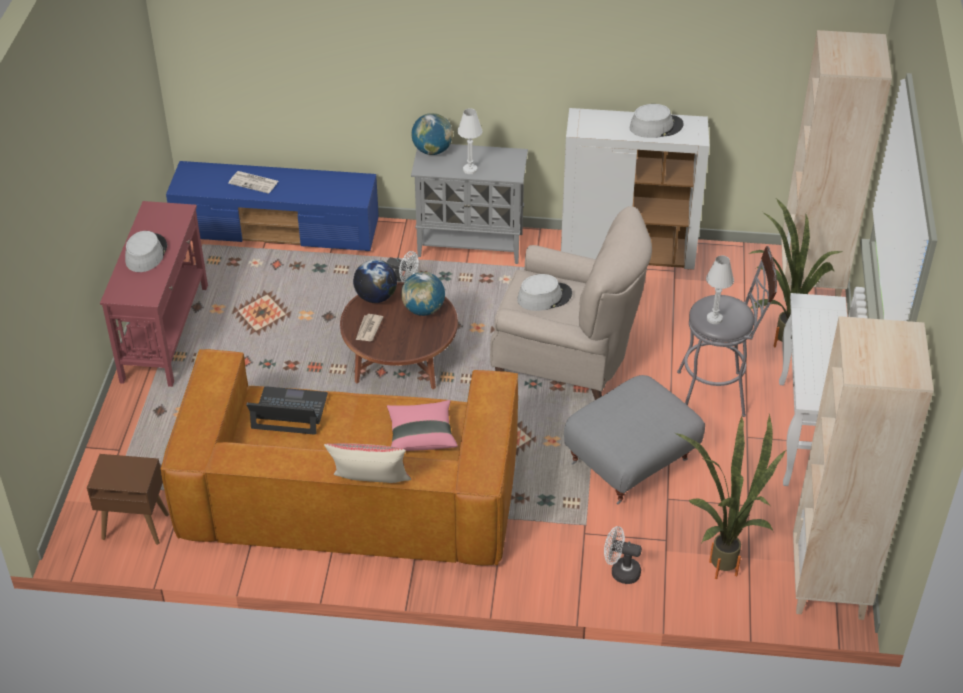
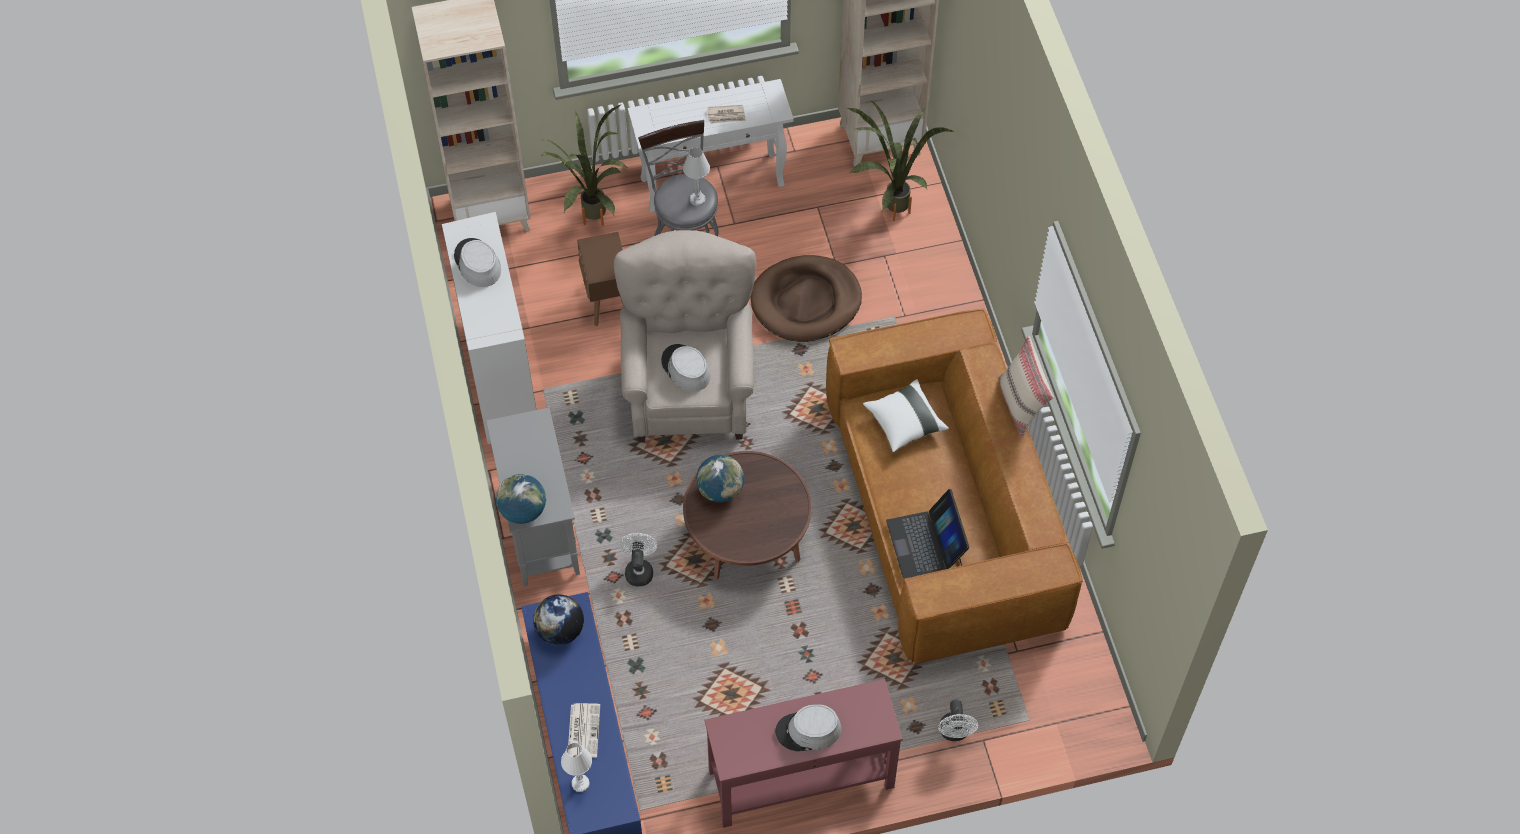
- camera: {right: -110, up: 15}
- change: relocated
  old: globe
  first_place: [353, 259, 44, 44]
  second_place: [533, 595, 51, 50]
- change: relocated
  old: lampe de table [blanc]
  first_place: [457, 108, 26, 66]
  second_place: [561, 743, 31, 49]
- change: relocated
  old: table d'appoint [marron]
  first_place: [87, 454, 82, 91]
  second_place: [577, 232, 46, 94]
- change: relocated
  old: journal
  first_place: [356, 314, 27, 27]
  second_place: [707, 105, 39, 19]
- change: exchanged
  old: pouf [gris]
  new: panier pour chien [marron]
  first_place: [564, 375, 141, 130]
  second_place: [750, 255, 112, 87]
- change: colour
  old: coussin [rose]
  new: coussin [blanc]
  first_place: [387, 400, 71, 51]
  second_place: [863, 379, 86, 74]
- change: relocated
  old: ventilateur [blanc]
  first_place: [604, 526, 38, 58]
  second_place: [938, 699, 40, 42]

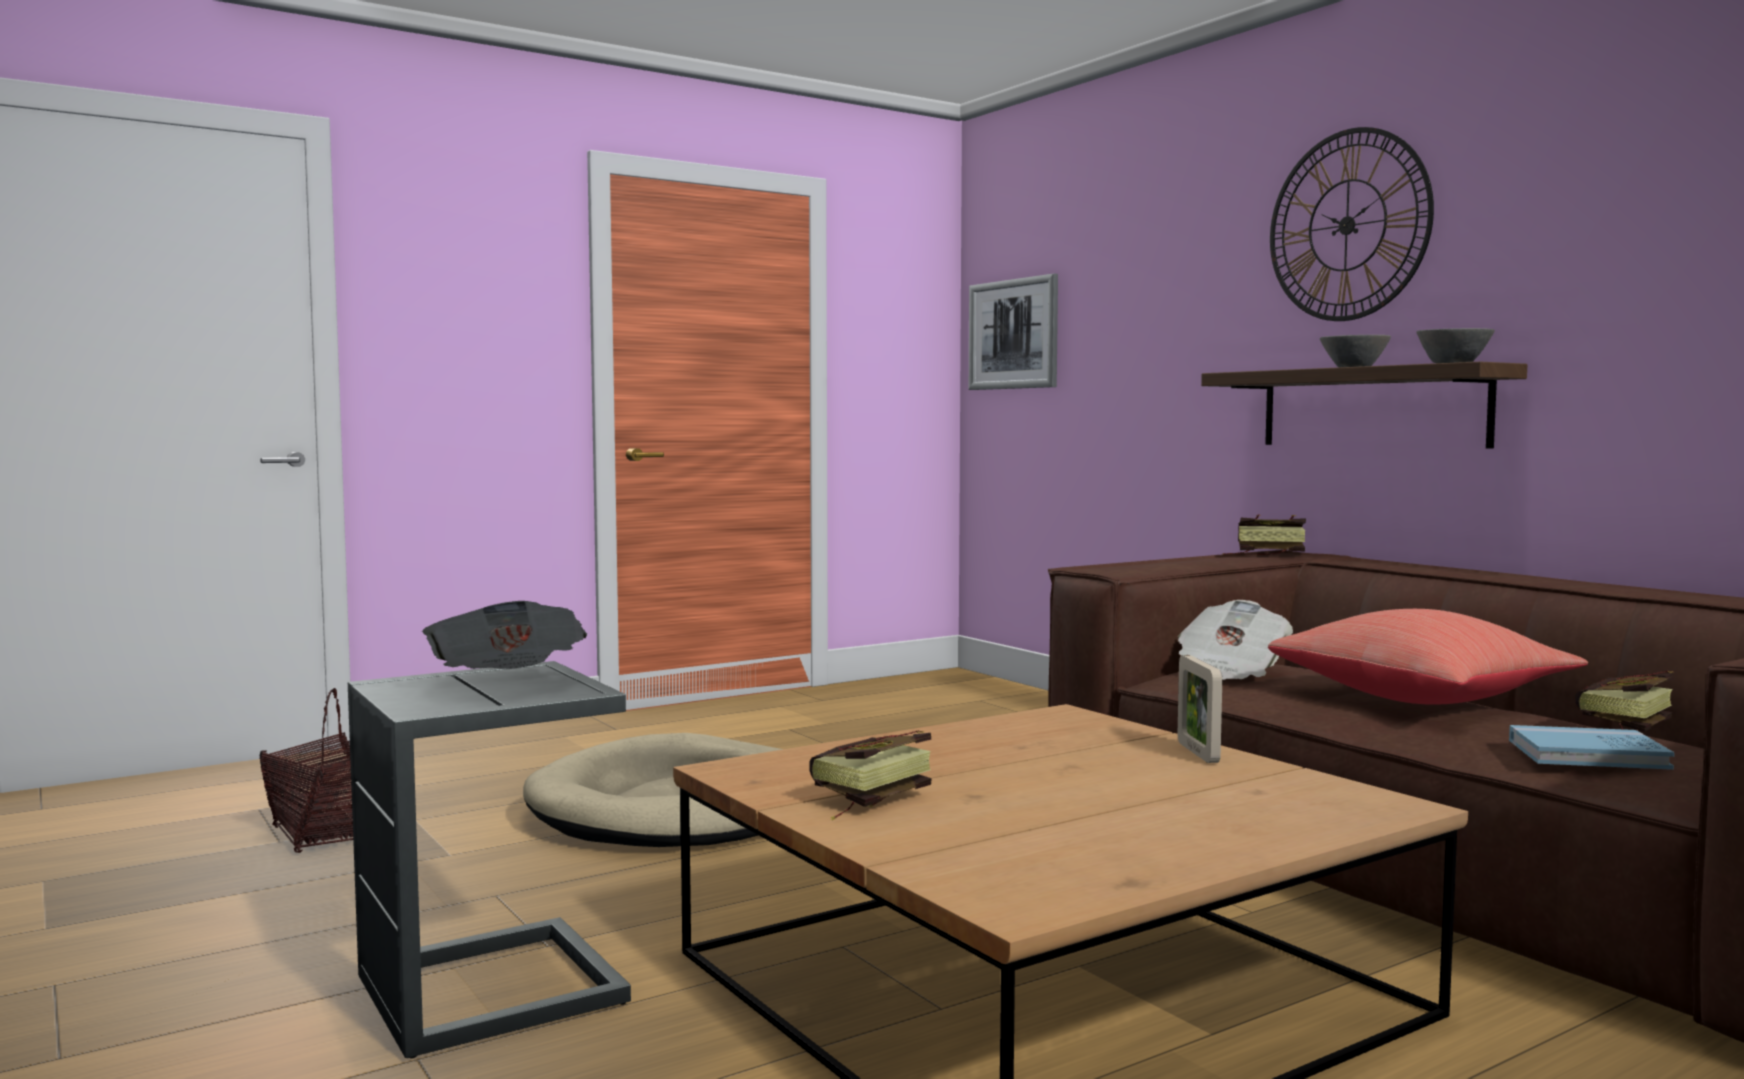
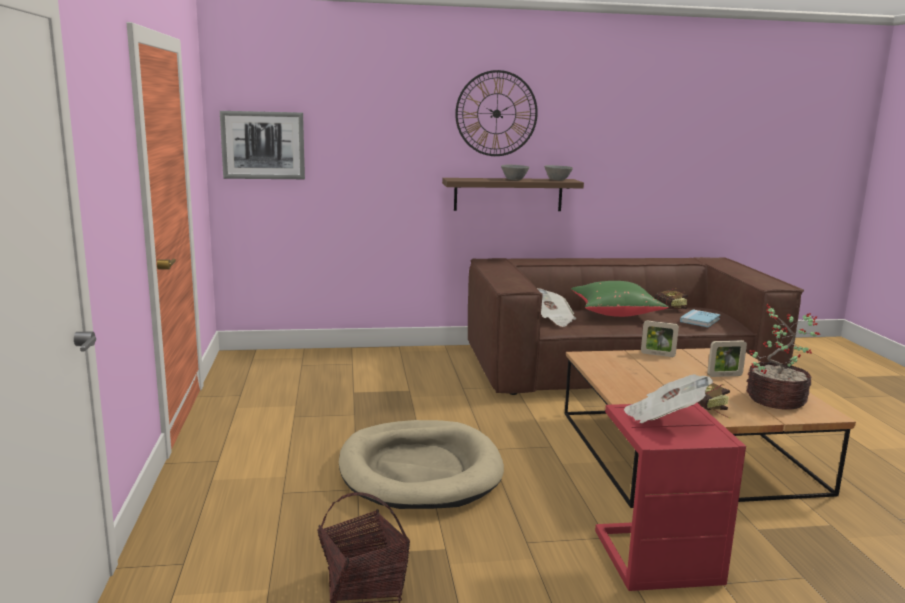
- camera: {right: -65, up: 10}
- change: colour
  old: coussin [rouge]
  new: coussin [vert]
  first_place: [1268, 609, 320, 96]
  second_place: [571, 281, 98, 36]
- change: colour
  old: table d'appoint [gris]
  new: table d'appoint [rouge]
  first_place: [348, 661, 283, 397]
  second_place: [595, 403, 151, 188]
- change: appeared
  new: cadre photo
  second_place: [707, 340, 40, 37]
- change: appeared
  new: plante en pot
  second_place: [747, 304, 73, 106]
- change: missing
  old: livre
  first_place: [1222, 514, 84, 41]

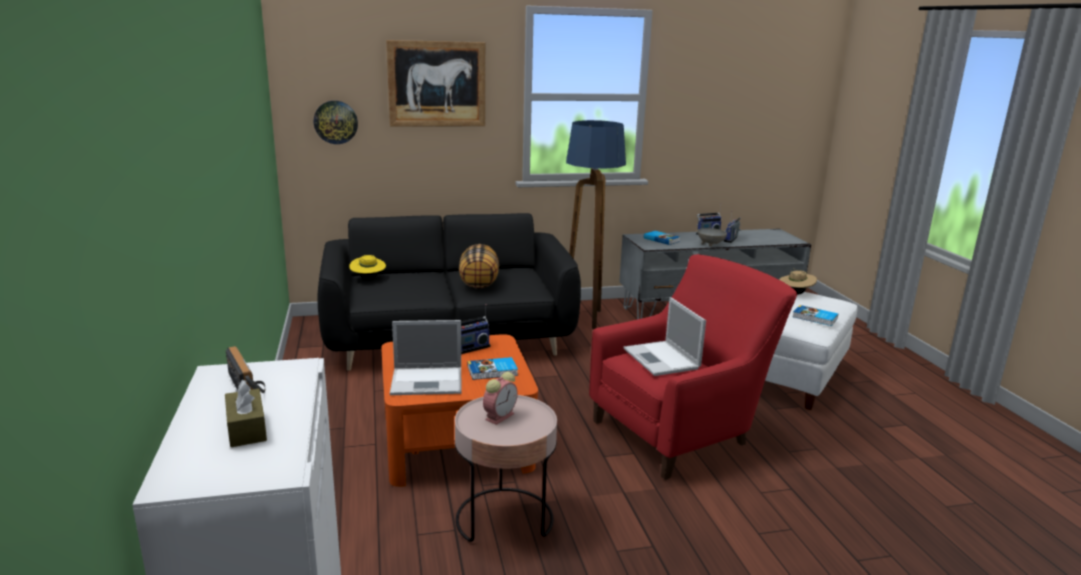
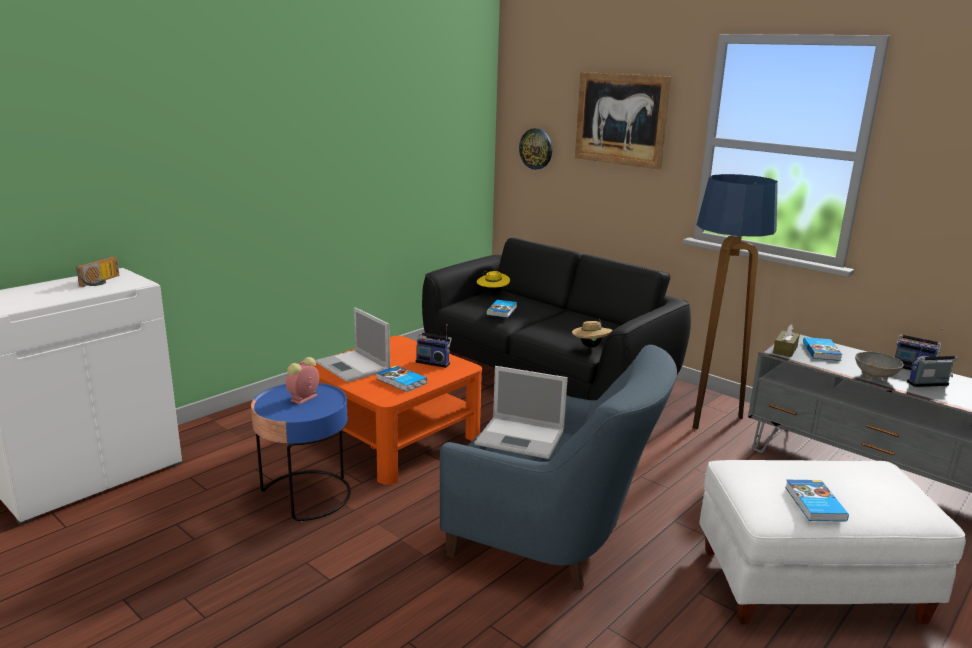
- camera: {right: 55, up: 0}
- change: colour
  old: table d'appoint [rose]
  new: table d'appoint [bleu]
  first_place: [455, 395, 102, 147]
  second_place: [251, 383, 100, 138]
- change: spun
  old: réveil
  first_place: [483, 372, 35, 53]
  second_place: [286, 357, 33, 48]
  degrees: 120
- change: colour
  old: fauteuil [rouge]
  new: fauteuil [bleu]
  first_place: [589, 254, 208, 226]
  second_place: [440, 345, 237, 245]
- change: spun
  old: ordinateur portable
  first_place: [624, 297, 82, 79]
  second_place: [474, 366, 94, 93]
  degrees: -105
- change: appeared
  new: livre
  second_place: [486, 300, 31, 18]
- change: relocated
  old: chapeau [beige]
  first_place: [779, 268, 38, 27]
  second_place: [572, 320, 41, 27]
- change: relocated
  old: boîte à mouchoirs [marron]
  first_place: [225, 380, 42, 67]
  second_place: [773, 324, 27, 33]
- change: missing
  old: coussin
  first_place: [459, 244, 40, 45]

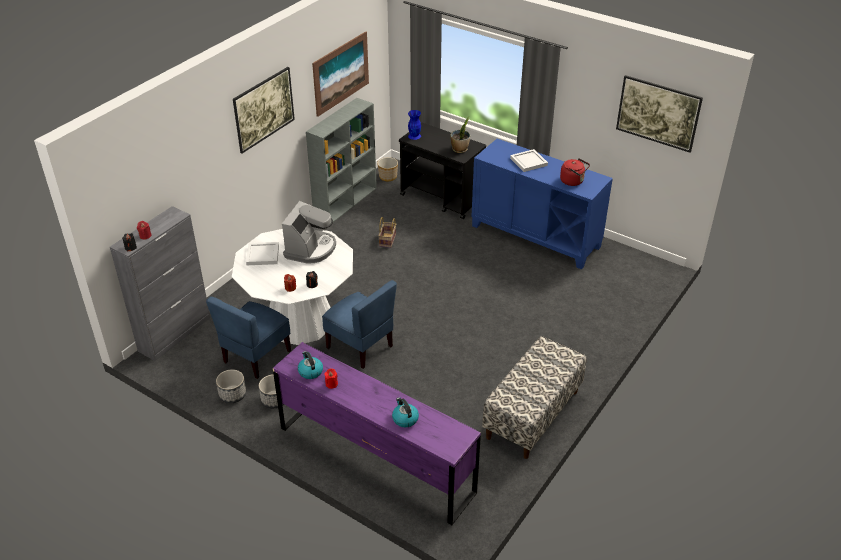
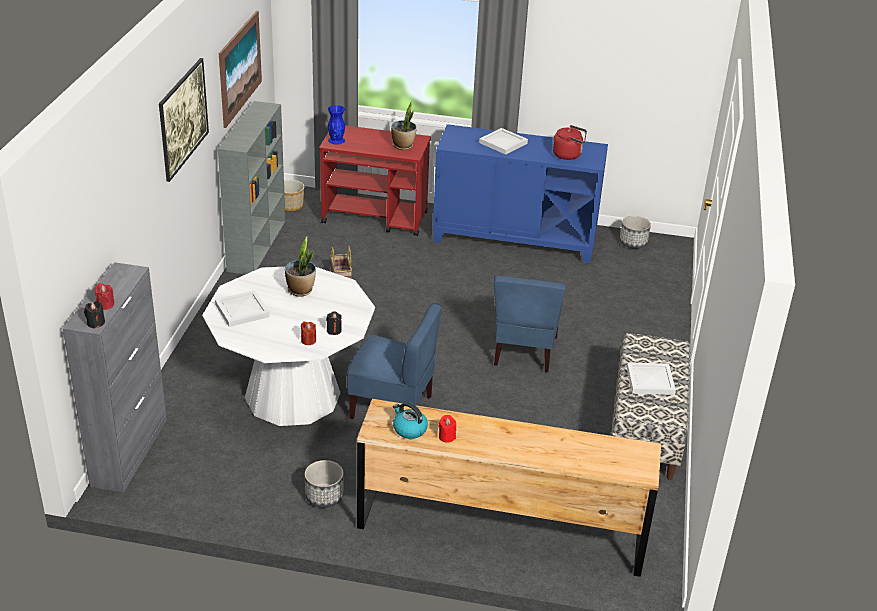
- camera: {right: -25, up: -5}
- change: exchanged
  old: machine à café
  new: plante en pot
  first_place: [282, 201, 54, 62]
  second_place: [285, 237, 31, 60]
- change: colour
  old: chariot [noir]
  new: chariot [rouge]
  first_place: [399, 123, 87, 96]
  second_place: [319, 125, 112, 111]
- change: colour
  old: commode [violet]
  new: commode [marron]
  first_place: [273, 342, 208, 183]
  second_place: [357, 399, 304, 178]
- change: relocated
  old: chaise [bleu]
  first_place: [206, 296, 85, 83]
  second_place: [494, 276, 72, 96]
- change: relocated
  old: cache-pot
  first_place: [216, 370, 30, 33]
  second_place: [620, 216, 31, 32]
- change: appeared
  new: plateau [blanc]
  second_place: [627, 362, 49, 33]
- change: missing
  old: bouilloire
  first_place: [392, 397, 27, 30]
- change: missing
  old: tableau
  first_place: [616, 75, 87, 78]

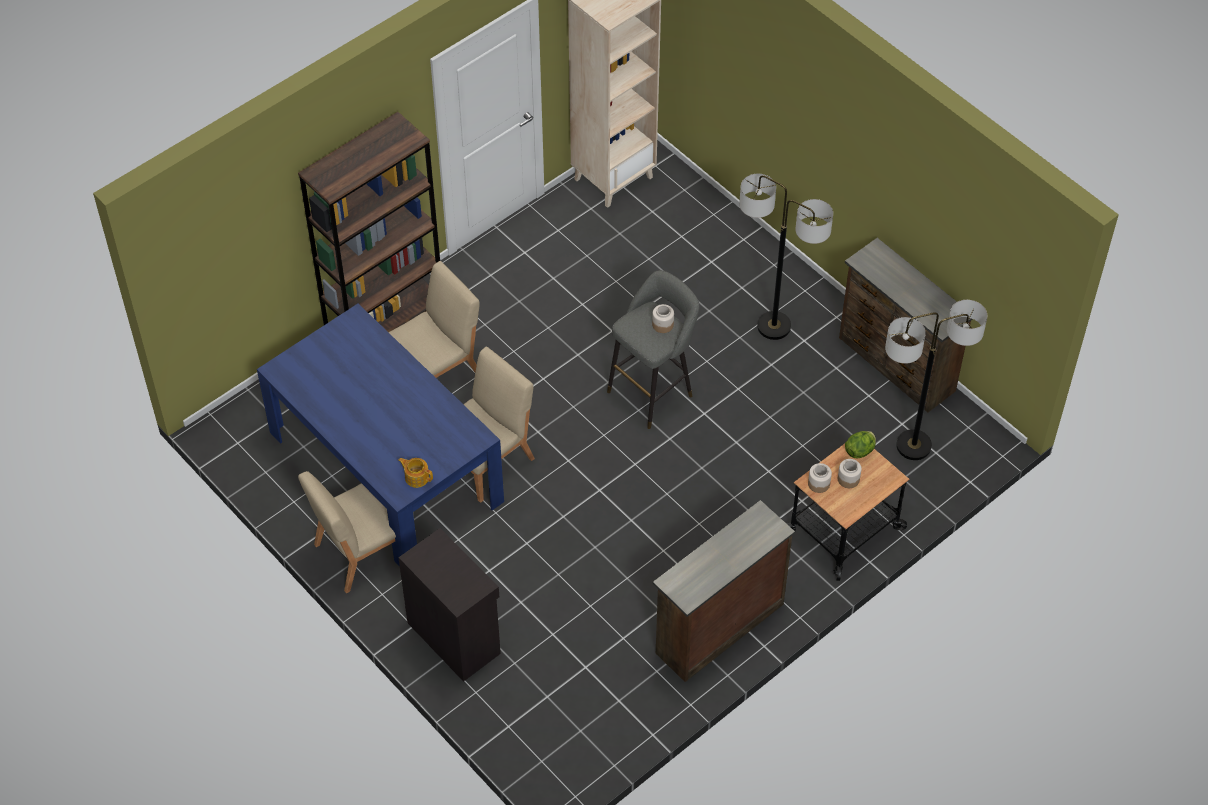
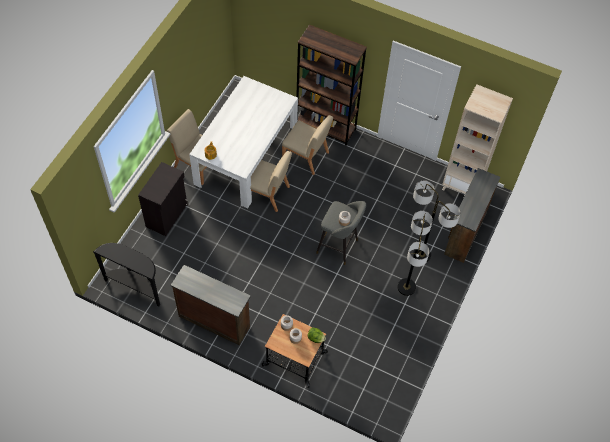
- camera: {right: 65, up: 5}
- change: appeared
  new: table console [noir]
  second_place: [93, 243, 67, 63]
- change: colour
  old: table à manger [bleu]
  new: table à manger [blanc]
  first_place: [257, 304, 247, 262]
  second_place: [189, 76, 109, 133]
- change: relocated
  old: lampadaire
  first_place: [885, 300, 102, 160]
  second_place: [413, 181, 48, 81]
- change: relocated
  old: commode [marron]
  first_place: [839, 238, 134, 174]
  second_place: [444, 168, 56, 95]

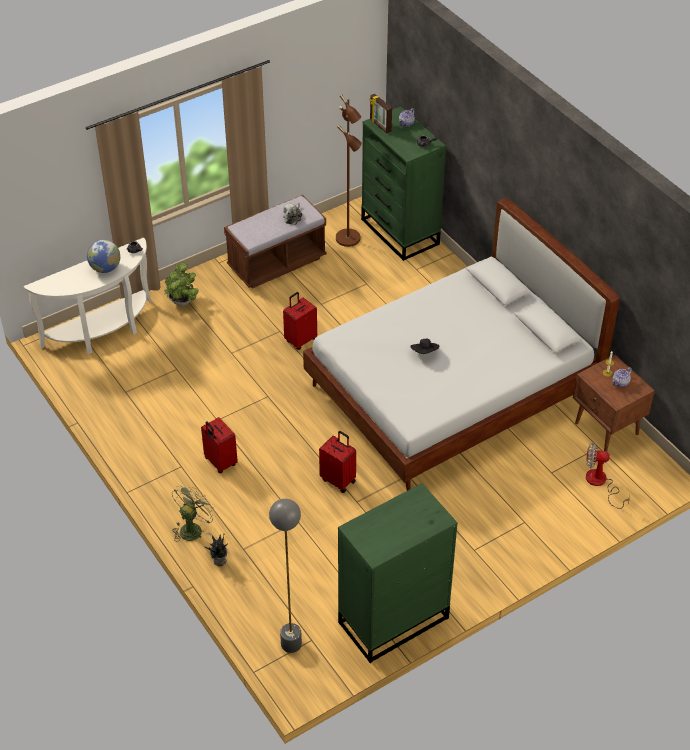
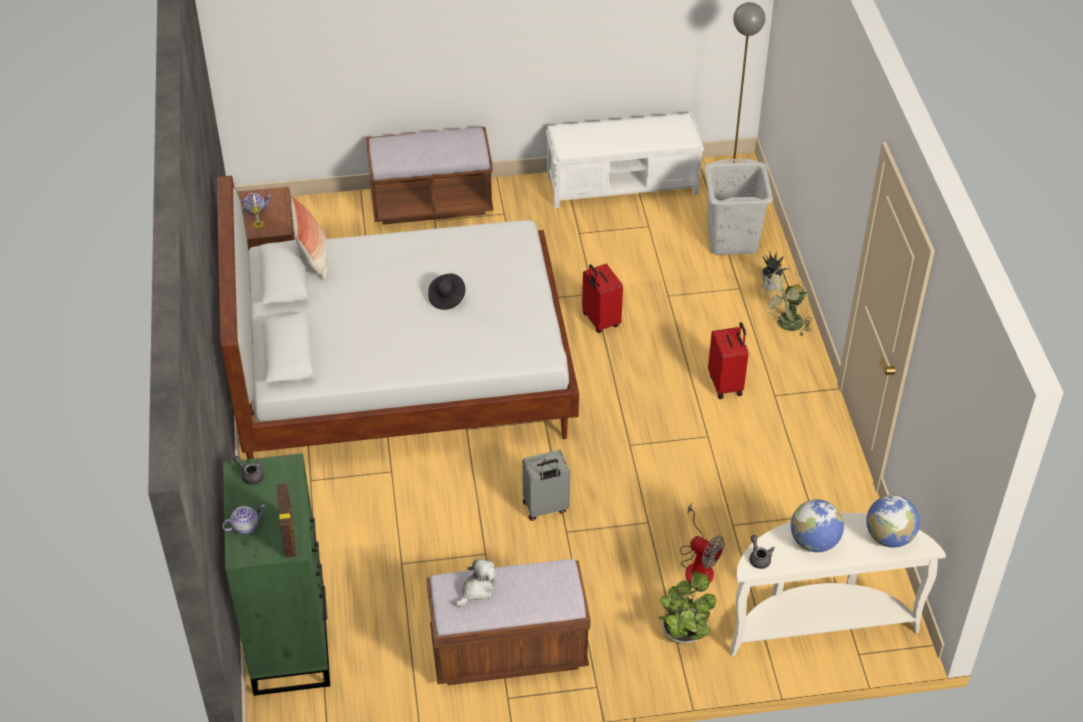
- camera: {right: -155, up: 0}
- change: appeared
  new: coussin
  second_place: [291, 196, 37, 85]
- change: appeared
  new: banc [marron]
  second_place: [366, 127, 128, 98]
- change: colour
  old: valise [rouge]
  new: valise [gris]
  first_place: [283, 292, 34, 58]
  second_place: [522, 450, 48, 71]
- change: exchanged
  old: commode [vert]
  new: banc [blanc]
  first_place: [338, 483, 120, 180]
  second_place: [546, 113, 158, 95]
- change: relocated
  old: ventilateur
  first_place: [586, 443, 44, 66]
  second_place: [680, 503, 44, 81]
- change: appeared
  new: panier à linge [gris]
  second_place: [704, 159, 69, 96]
- change: appeared
  new: globe
  second_place: [866, 495, 54, 52]
- change: missing
  old: lampadaire [marron]
  first_place: [336, 95, 26, 152]

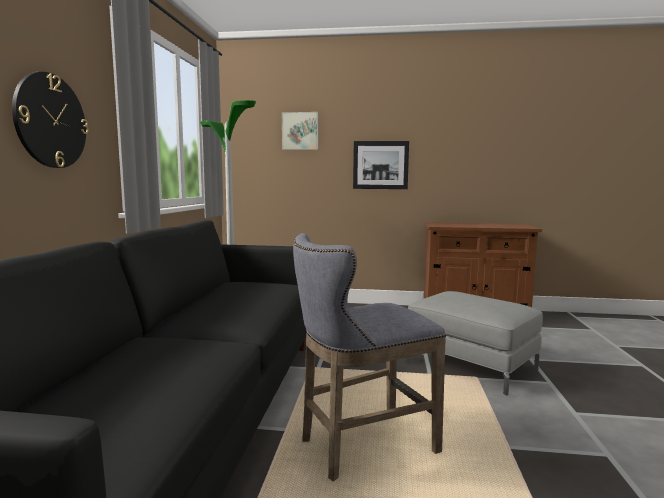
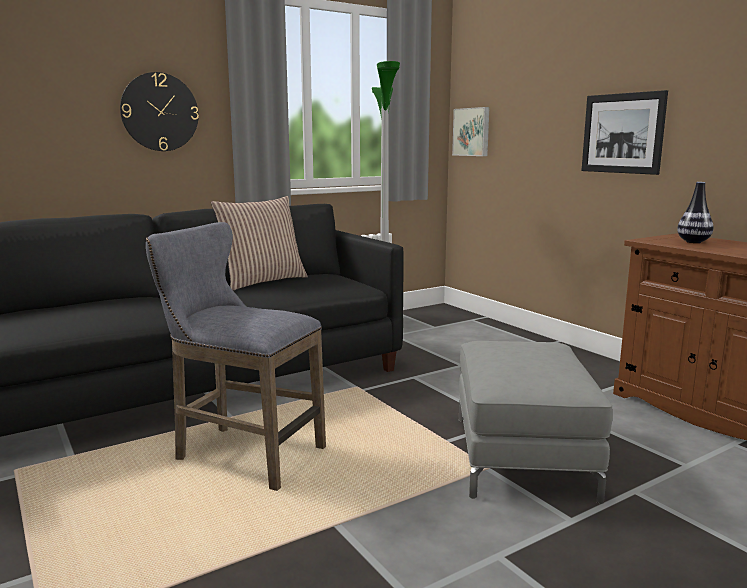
- camera: {right: 50, up: 5}
- change: appeared
  new: coussin
  second_place: [211, 196, 97, 94]
- change: relocated
  old: tableau
  first_place: [282, 112, 37, 38]
  second_place: [452, 107, 37, 49]
- change: appeared
  new: vase
  second_place: [677, 182, 36, 61]

